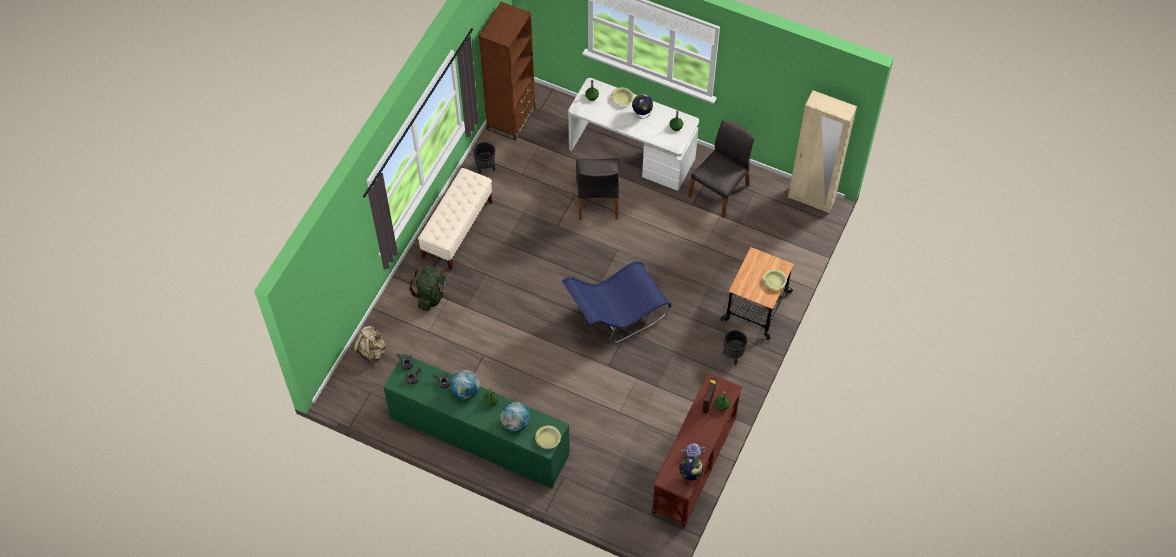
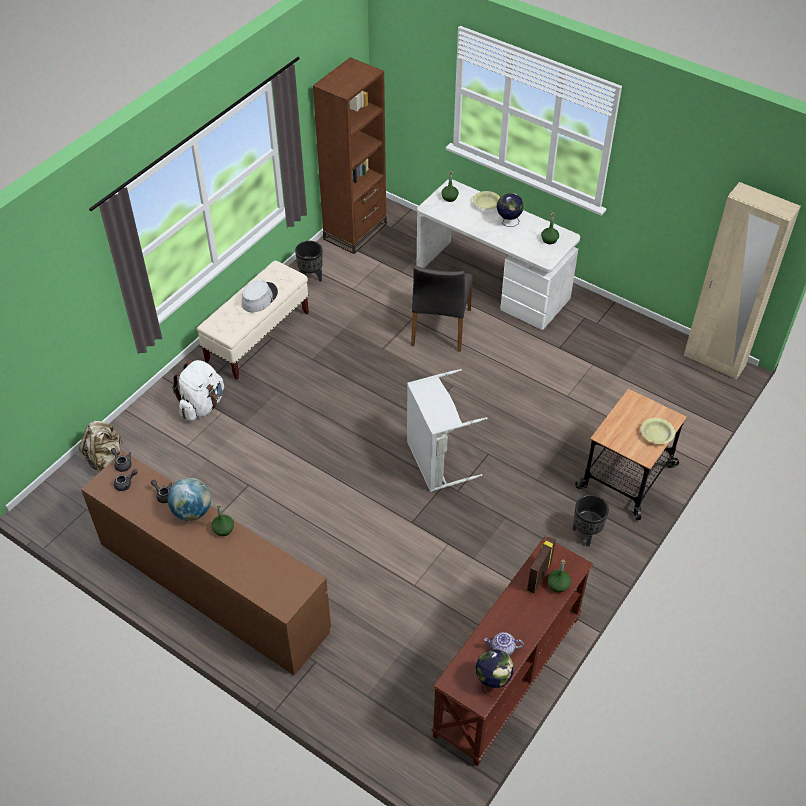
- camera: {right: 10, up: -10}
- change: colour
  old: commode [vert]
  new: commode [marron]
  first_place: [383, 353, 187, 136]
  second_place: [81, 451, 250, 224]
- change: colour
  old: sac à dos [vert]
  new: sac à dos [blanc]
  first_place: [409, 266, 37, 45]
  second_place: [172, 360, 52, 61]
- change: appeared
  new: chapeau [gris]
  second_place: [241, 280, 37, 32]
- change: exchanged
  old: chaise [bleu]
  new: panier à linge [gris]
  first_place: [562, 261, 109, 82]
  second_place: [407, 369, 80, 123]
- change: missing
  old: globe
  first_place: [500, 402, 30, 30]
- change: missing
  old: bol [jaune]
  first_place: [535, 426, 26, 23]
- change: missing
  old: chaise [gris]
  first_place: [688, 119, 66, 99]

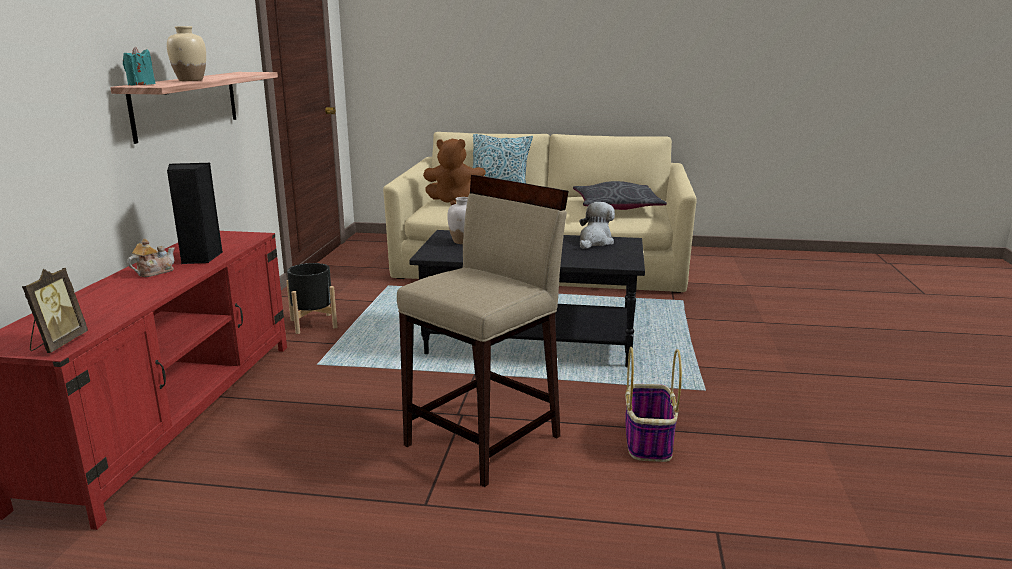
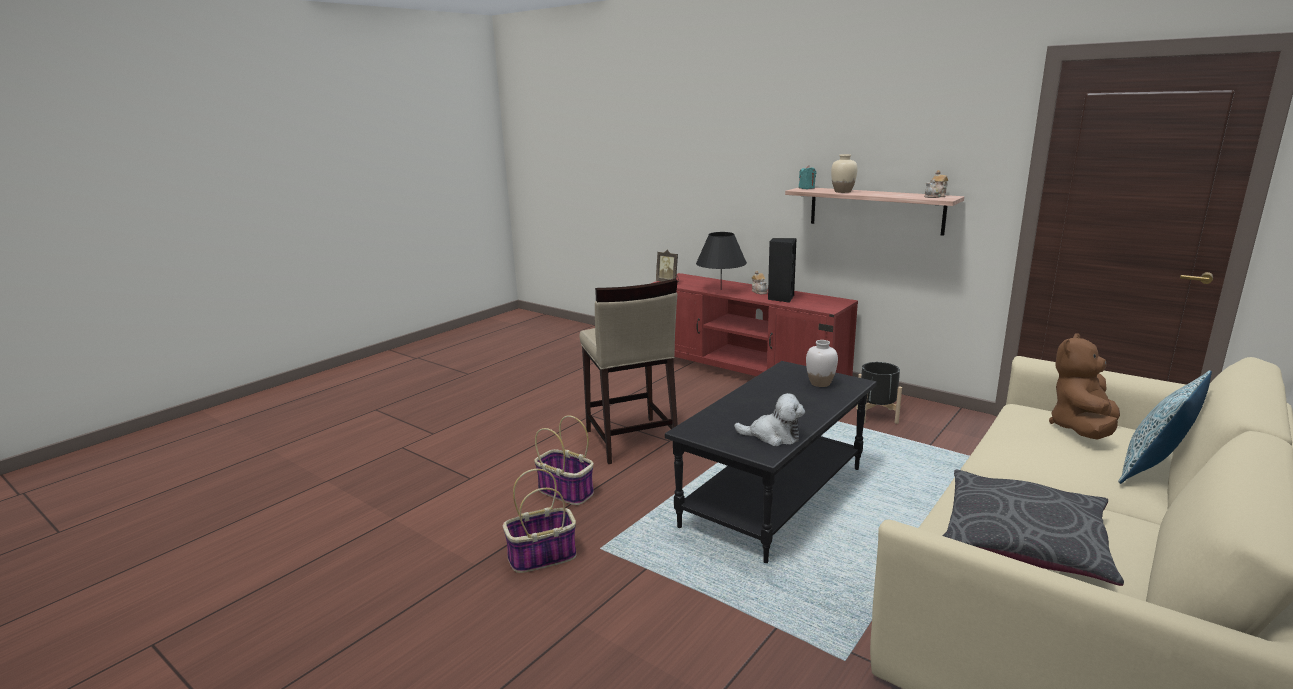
- camera: {right: 120, up: 0}
- change: appeared
  new: panier
  second_place: [503, 469, 74, 104]
- change: appeared
  new: lampe de table [noir]
  second_place: [696, 232, 51, 58]
- change: spun
  old: peluche
  first_place: [579, 202, 36, 47]
  second_place: [734, 393, 71, 53]
  degrees: -45
- change: appeared
  new: théière
  second_place: [924, 170, 24, 28]

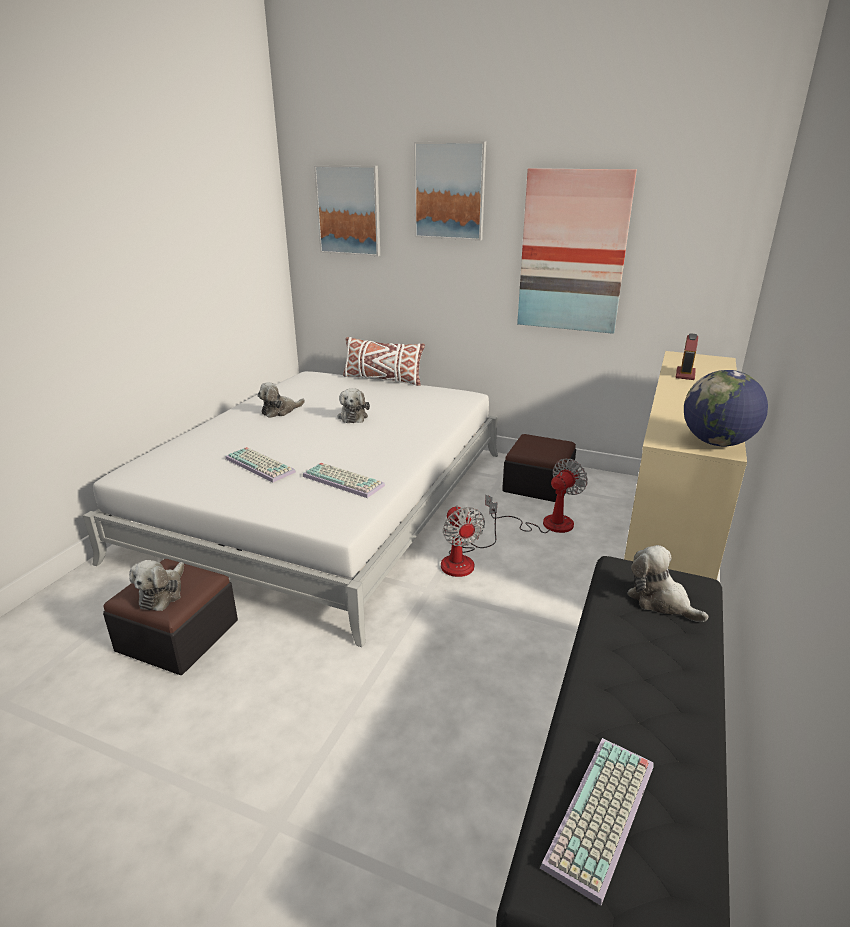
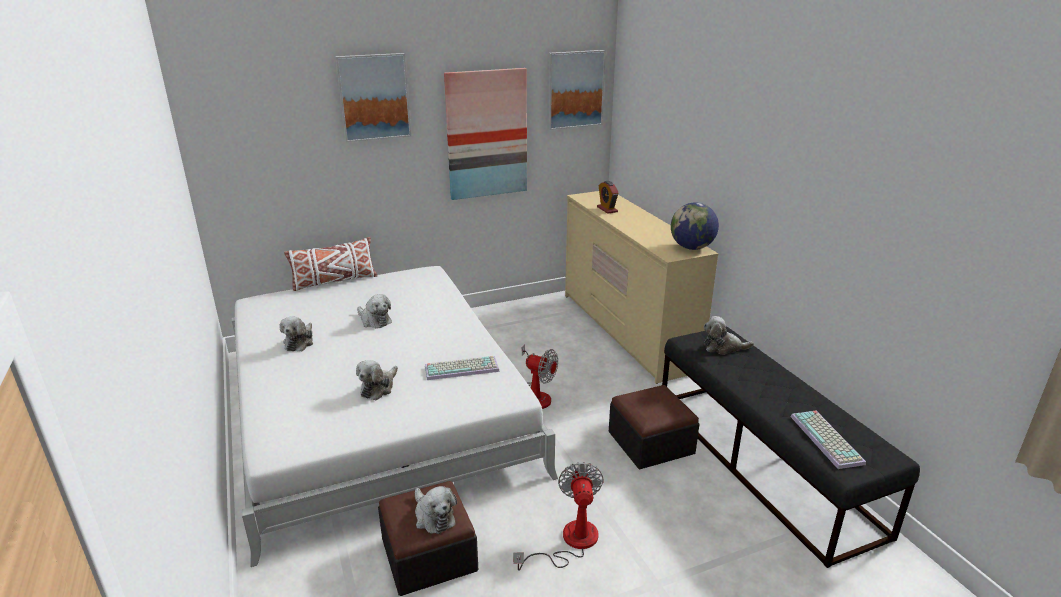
- camera: {right: -45, up: 0}
- change: exchanged
  old: clavier
  new: peluche
  first_place: [225, 447, 71, 36]
  second_place: [356, 360, 42, 40]
- change: relocated
  old: ventilateur
  first_place: [485, 459, 103, 74]
  second_place: [513, 462, 91, 109]
- change: relocated
  old: tableau
  first_place: [314, 165, 66, 91]
  second_place: [548, 50, 58, 80]
- change: relocated
  old: pouf
  first_place: [502, 434, 74, 68]
  second_place: [609, 385, 90, 85]

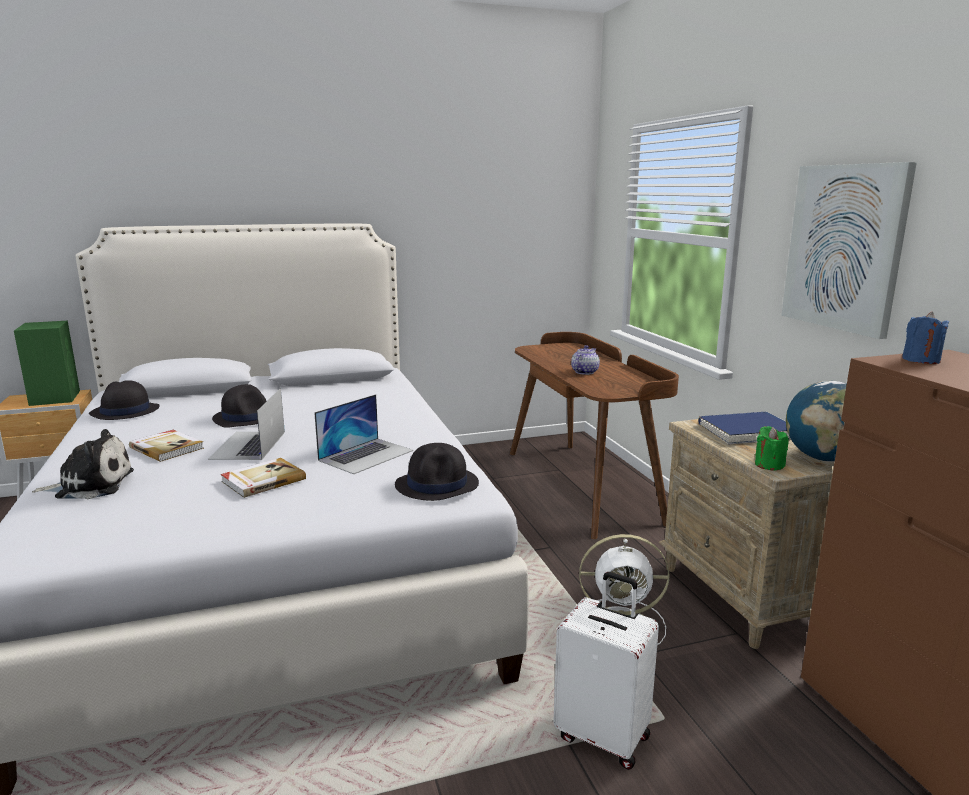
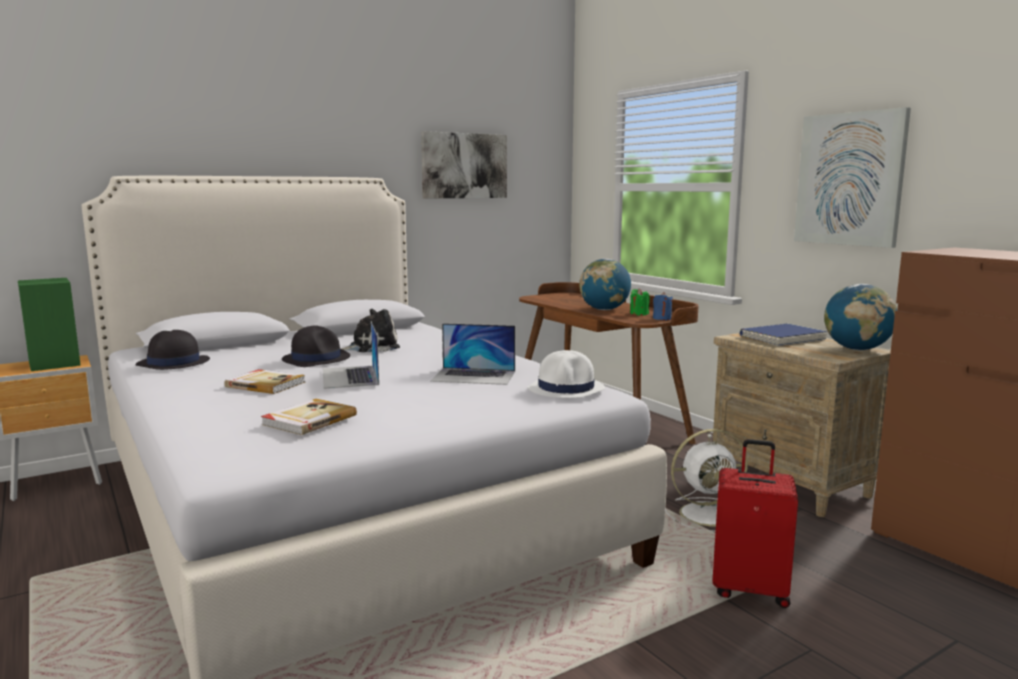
- camera: {right: -15, up: -5}
- change: relocated
  old: livre
  first_place: [221, 458, 85, 40]
  second_place: [261, 399, 96, 36]
- change: relocated
  old: peluche
  first_place: [32, 429, 102, 70]
  second_place: [342, 309, 58, 43]
- change: appeared
  new: tableau
  second_place: [421, 131, 86, 67]
- change: spun
  old: ordinateur portable
  first_place: [314, 394, 99, 80]
  second_place: [430, 323, 85, 62]
  degrees: 75
- change: colour
  old: chapeau [noir]
  new: chapeau [blanc]
  first_place: [395, 443, 84, 58]
  second_place: [527, 350, 78, 48]
- change: exchanged
  old: théière
  new: globe
  first_place: [571, 345, 29, 30]
  second_place: [579, 259, 52, 51]
- change: relocated
  old: bougie [vert]
  first_place: [755, 426, 34, 45]
  second_place: [630, 288, 19, 28]
- change: relocated
  old: bougie [bleu]
  first_place: [902, 312, 47, 52]
  second_place: [653, 292, 20, 28]
- change: colour
  old: valise [blanc]
  new: valise [rouge]
  first_place: [553, 572, 106, 198]
  second_place: [712, 439, 86, 169]

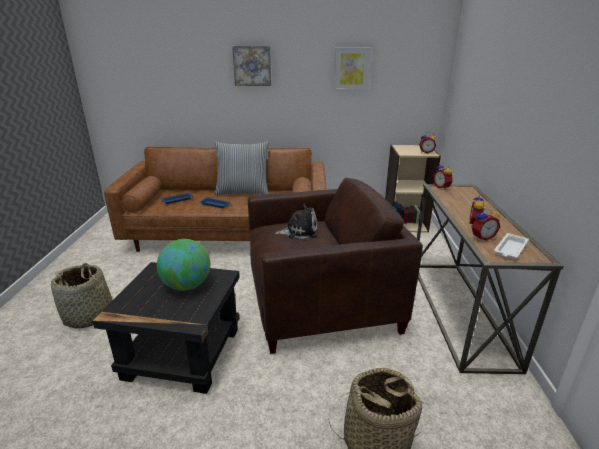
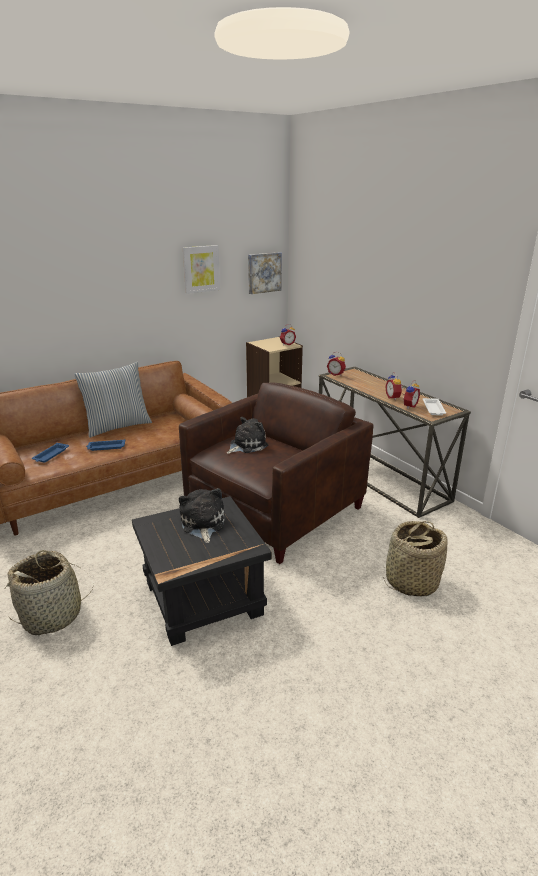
- camera: {right: -35, up: 0}
- change: exchanged
  old: globe
  new: peluche
  first_place: [157, 239, 53, 52]
  second_place: [179, 488, 45, 55]
- change: relocated
  old: tableau
  first_place: [232, 46, 39, 40]
  second_place: [248, 252, 34, 42]

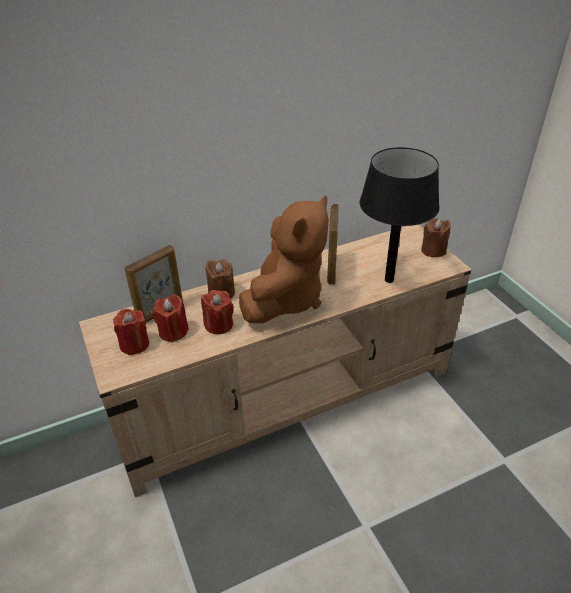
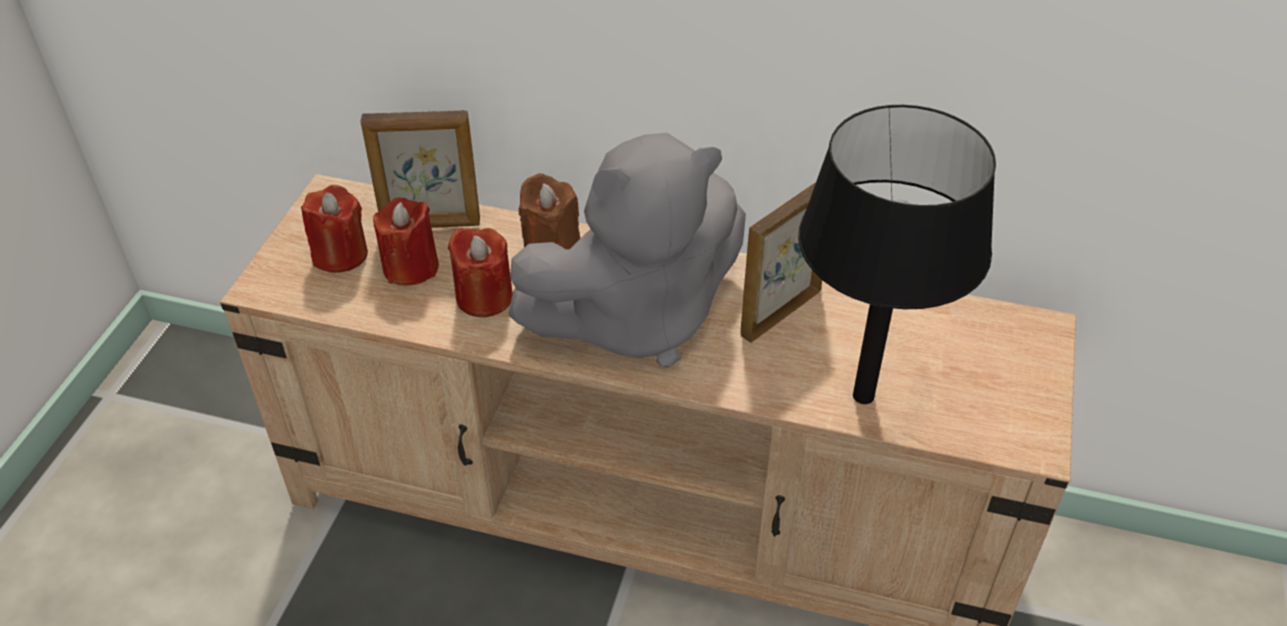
- camera: {right: 40, up: 5}
- change: colour
  old: peluche [marron]
  new: peluche [gris]
  first_place: [239, 196, 90, 127]
  second_place: [508, 133, 238, 235]
- change: missing
  old: bougie [marron]
  first_place: [421, 219, 30, 38]

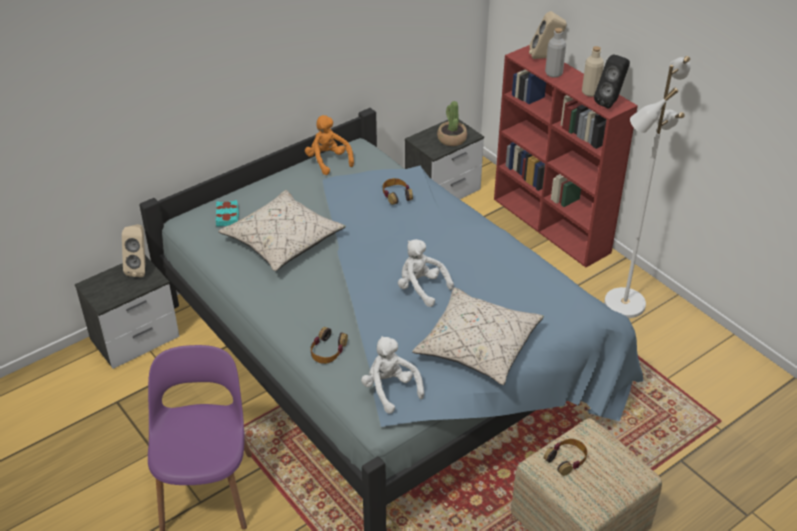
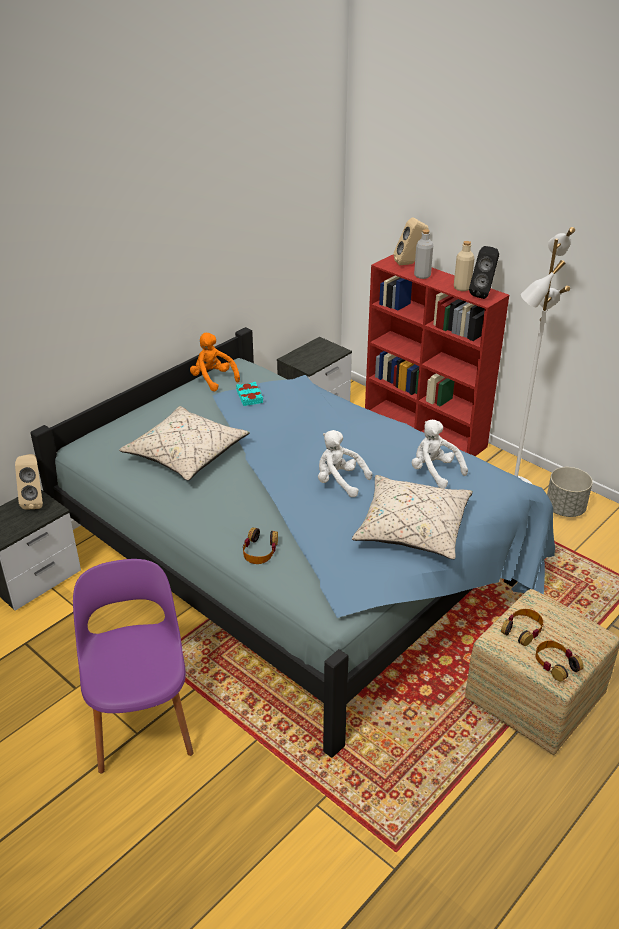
- camera: {right: -10, up: -5}
- change: relocated
  old: livre [turquoise]
  first_place: [216, 200, 23, 27]
  second_place: [236, 382, 27, 24]
- change: relocated
  old: peluche [blanc]
  first_place: [361, 336, 63, 78]
  second_place: [412, 420, 56, 68]
- change: relocated
  old: casque audio
  first_place: [383, 178, 30, 27]
  second_place: [535, 640, 48, 41]
- change: appeared
  new: cache-pot [gris]
  second_place: [547, 467, 46, 50]
- change: missing
  old: plante en pot
  first_place: [437, 101, 30, 45]

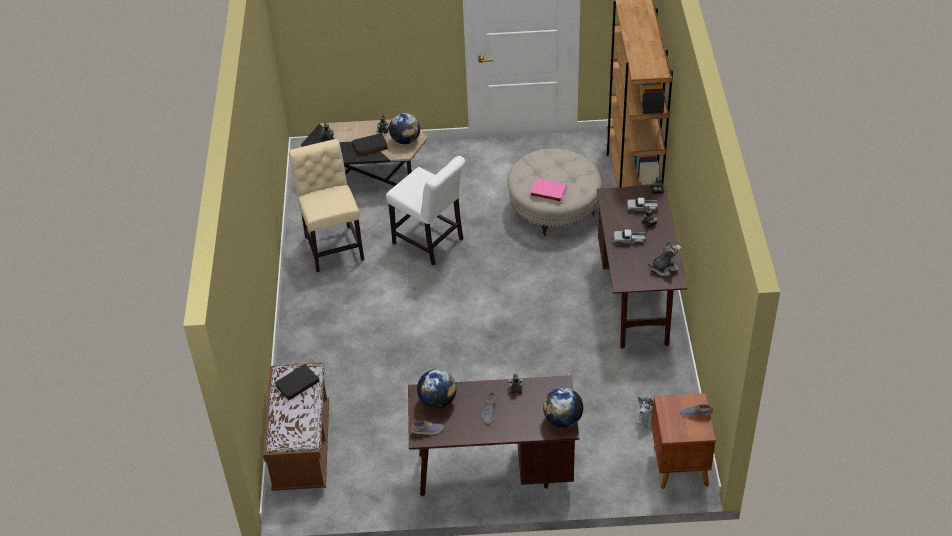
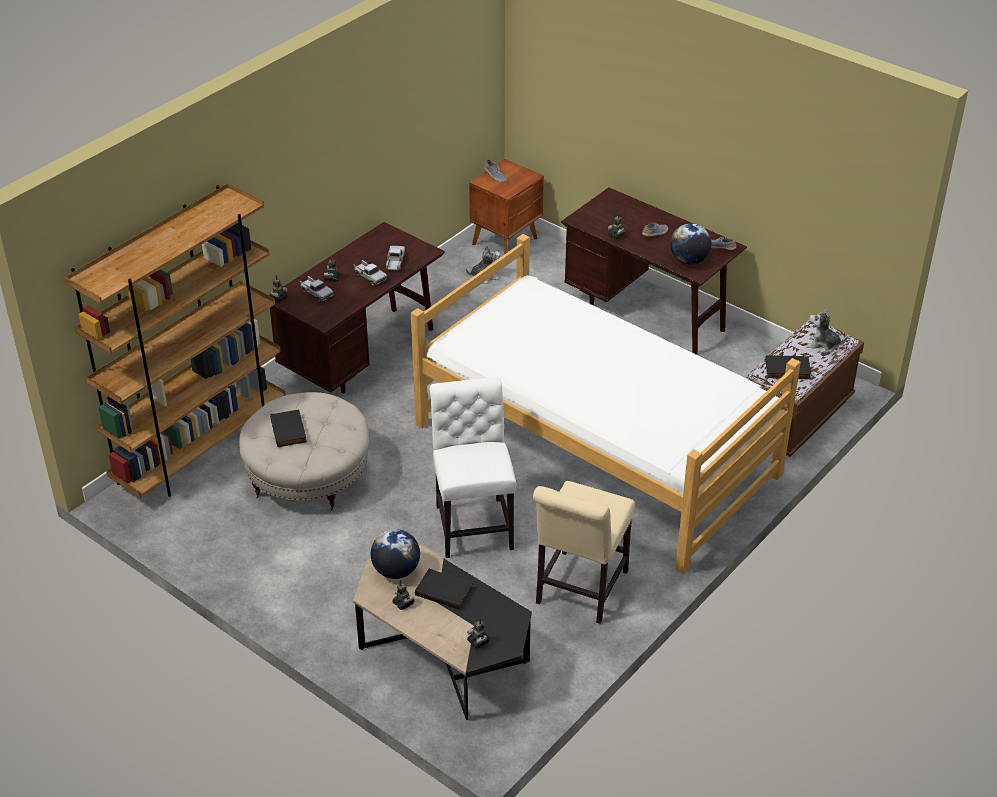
- camera: {right: -140, up: -5}
- change: appeared
  new: livre [noir]
  second_place: [270, 409, 37, 38]
- change: appeared
  new: camion jouet
  second_place: [386, 246, 19, 26]
- change: appeared
  new: lit
  second_place: [411, 234, 390, 341]
- change: relocated
  old: peluche
  first_place: [648, 240, 33, 36]
  second_place: [807, 308, 41, 45]
- change: missing
  old: livre [rose]
  first_place: [530, 179, 37, 23]
- change: missing
  old: globe
  first_place: [543, 387, 40, 41]

